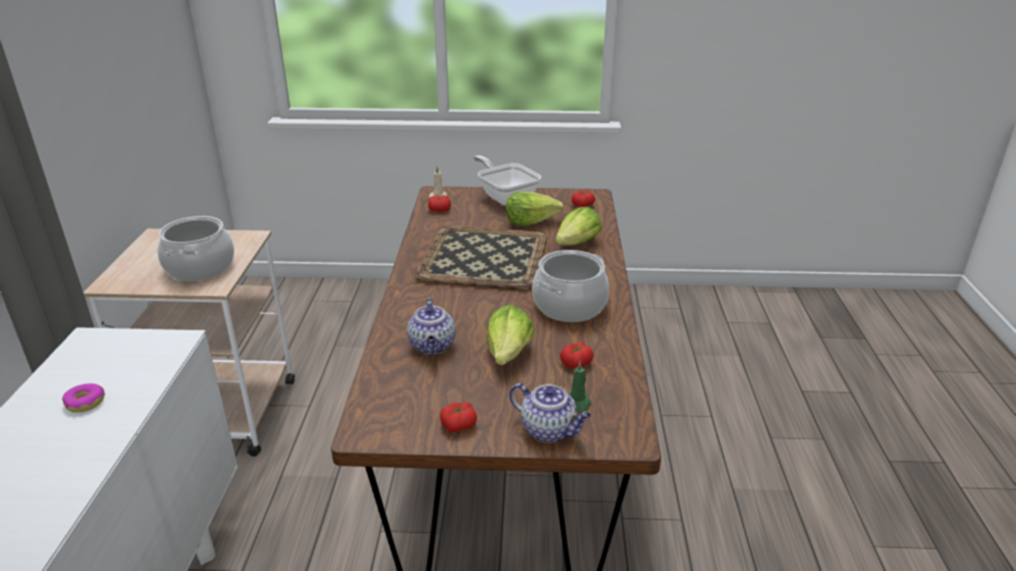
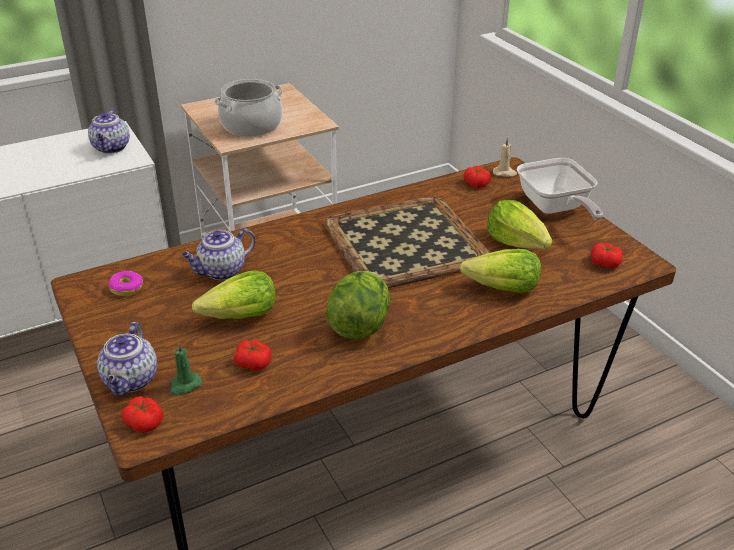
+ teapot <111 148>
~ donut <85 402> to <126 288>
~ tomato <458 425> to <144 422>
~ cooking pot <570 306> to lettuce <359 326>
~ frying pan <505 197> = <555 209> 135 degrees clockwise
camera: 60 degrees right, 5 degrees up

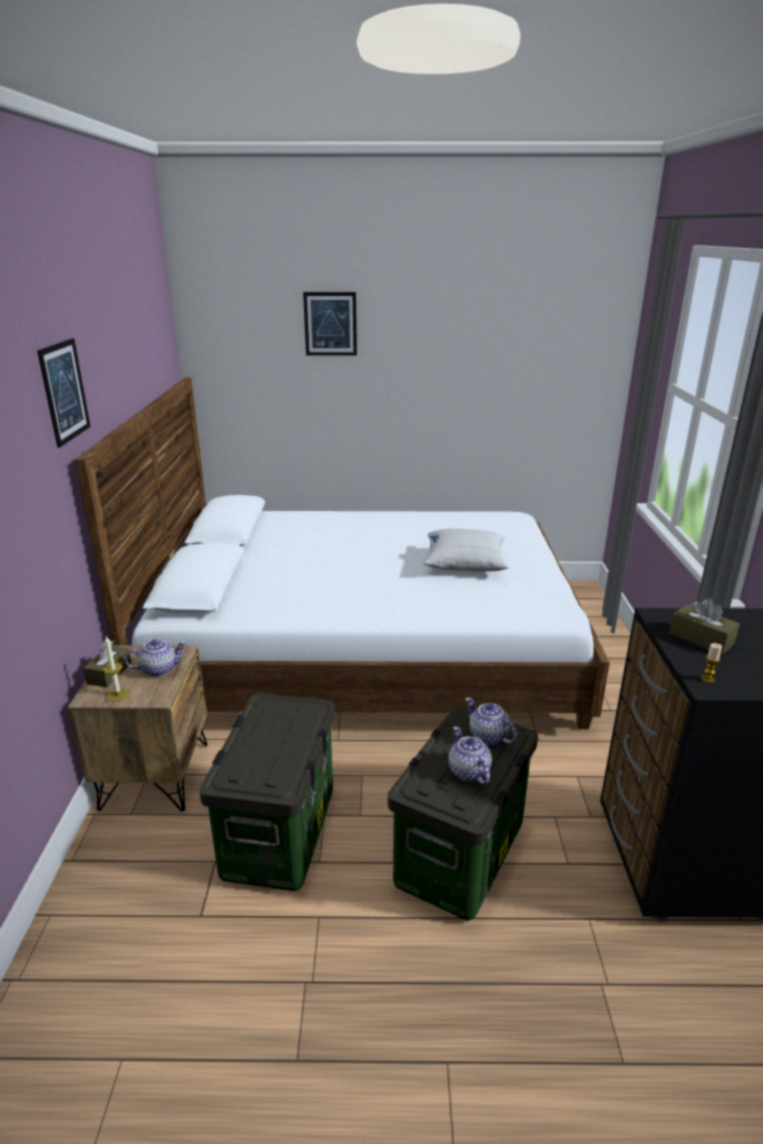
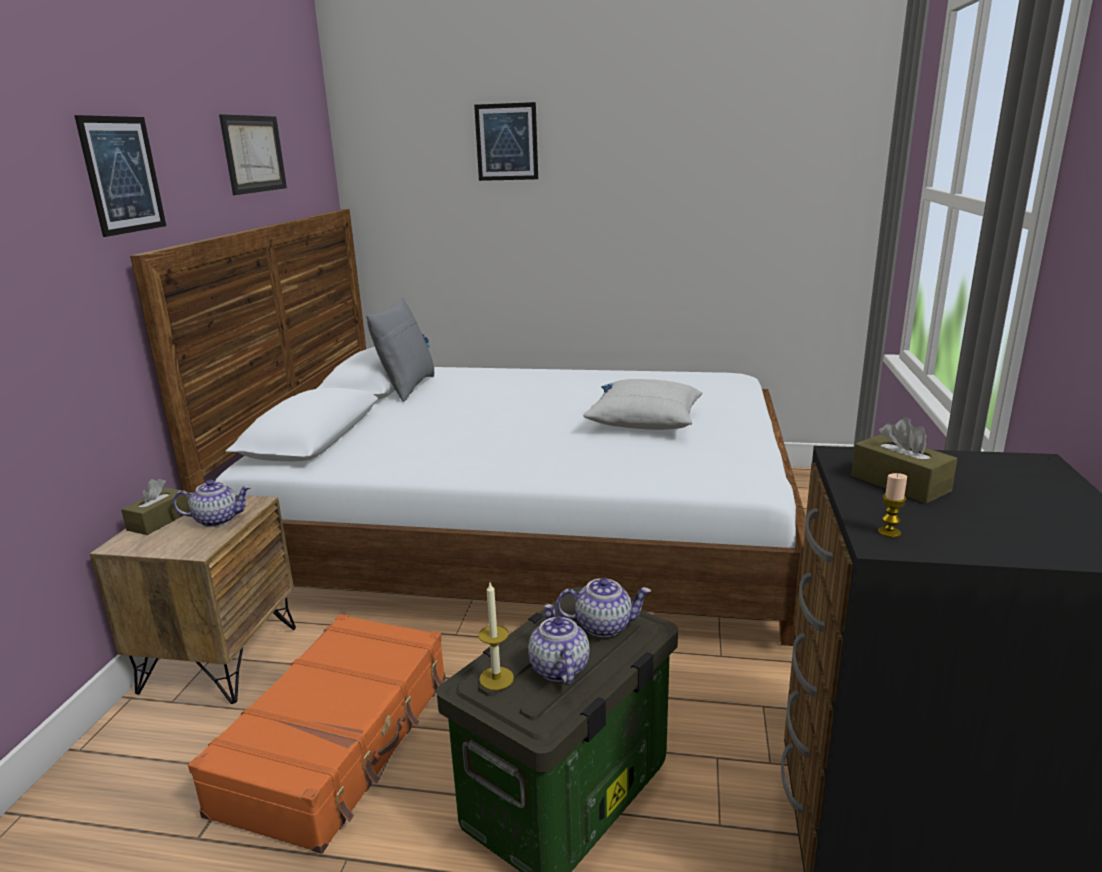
~ storage box <279 833> to suitcase (orange) <339 742>
+ picture <253 154>
+ pillow (grey) <407 388>
~ candle <118 695> to <496 678>
~ teapot <487 736> = <604 625> 120 degrees clockwise
camera: 10 degrees right, 5 degrees down

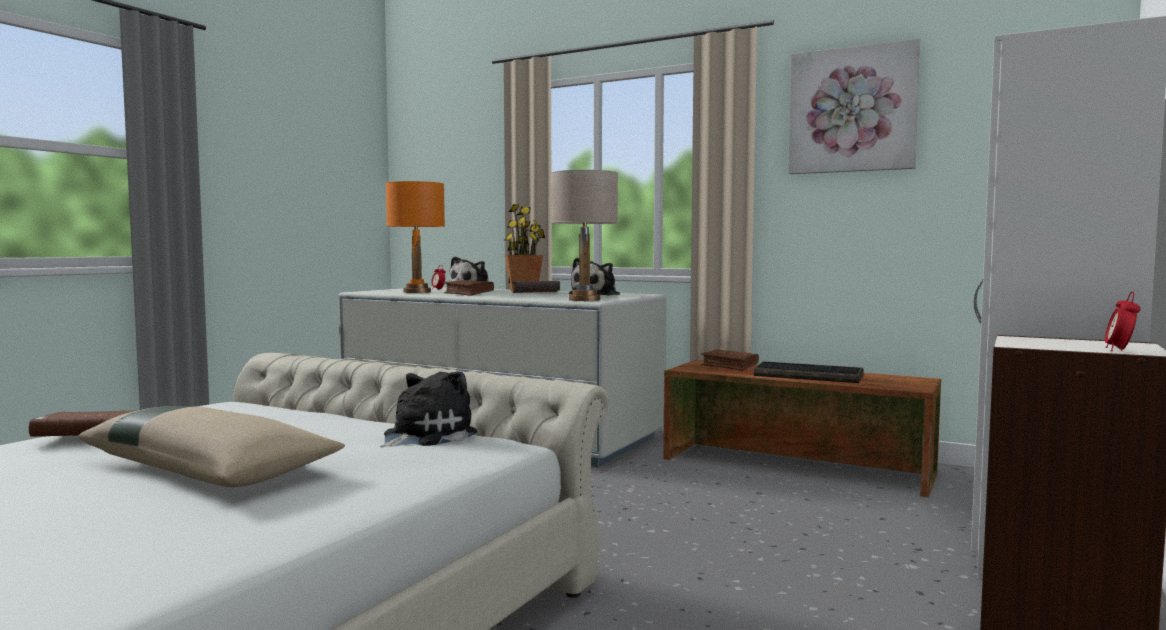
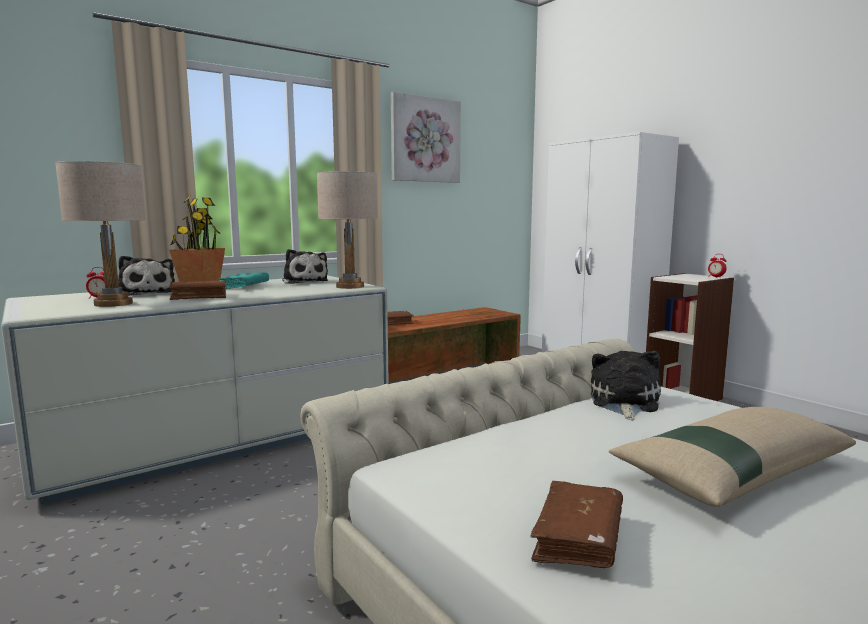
~ table lamp (orange) <417 292> to table lamp (beige) <114 304>
~ book (brown) <536 293> to book (turquoise) <244 287>
~ plush toy <424 436> = <623 403> 45 degrees clockwise
- keyboard <809 375>
camera: 65 degrees left, 5 degrees up

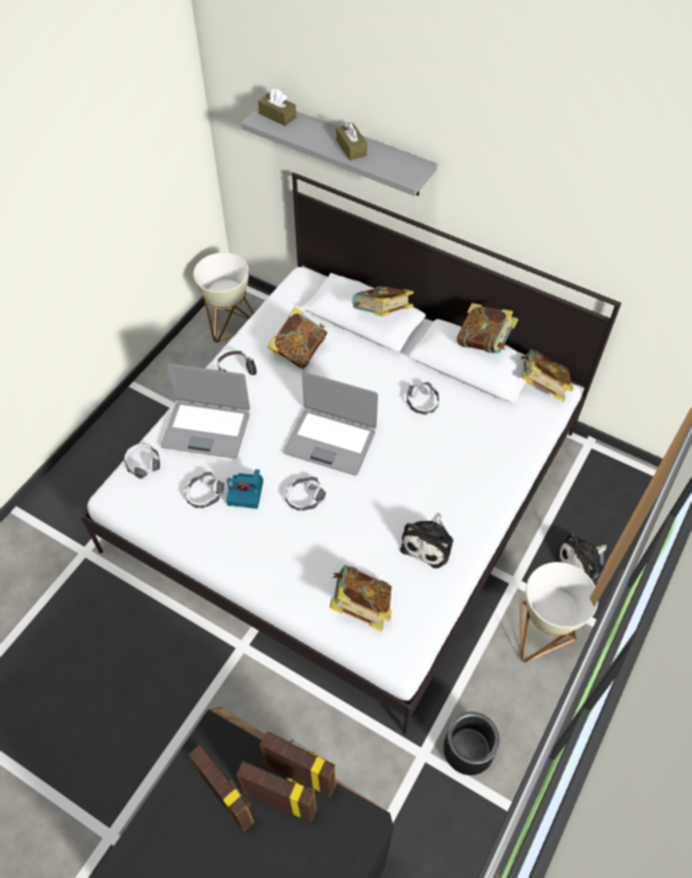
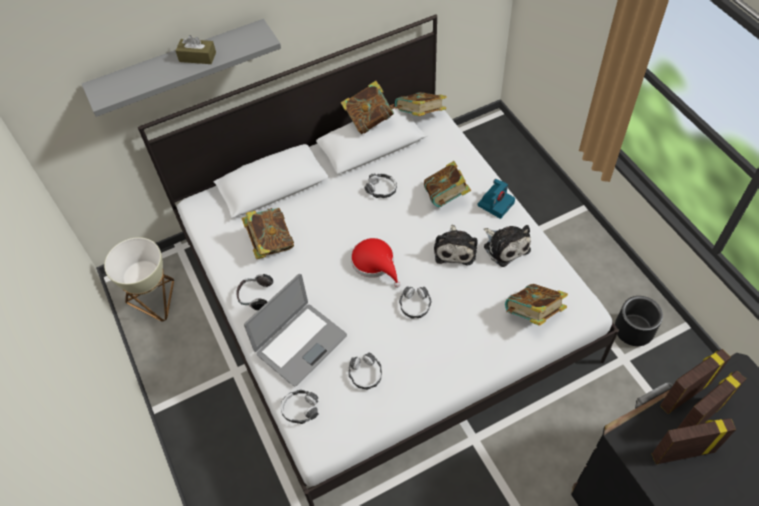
~ laptop <330 441> to hat (red) <375 263>
~ book <381 315> to <446 197>
~ plush toy <582 562> to <455 249>
~ photo camera <246 492> to <496 203>
- tissue box (brown) <277 115>
- planter <542 634>
camera: 55 degrees left, 0 degrees up

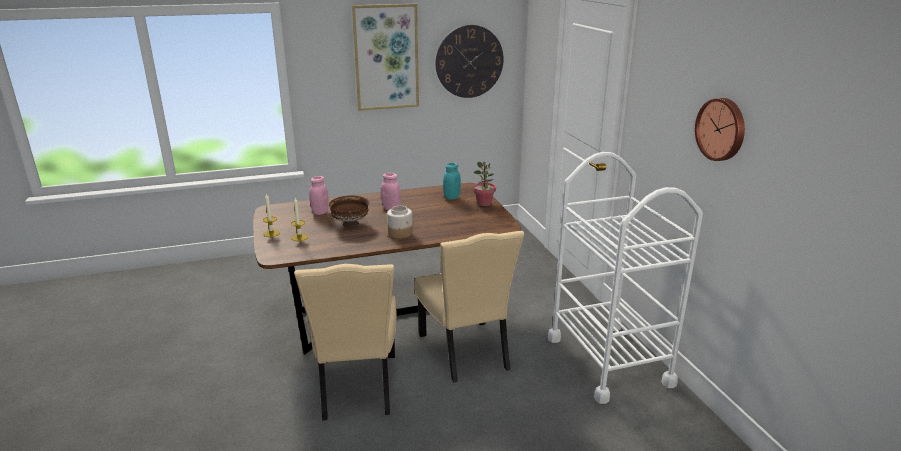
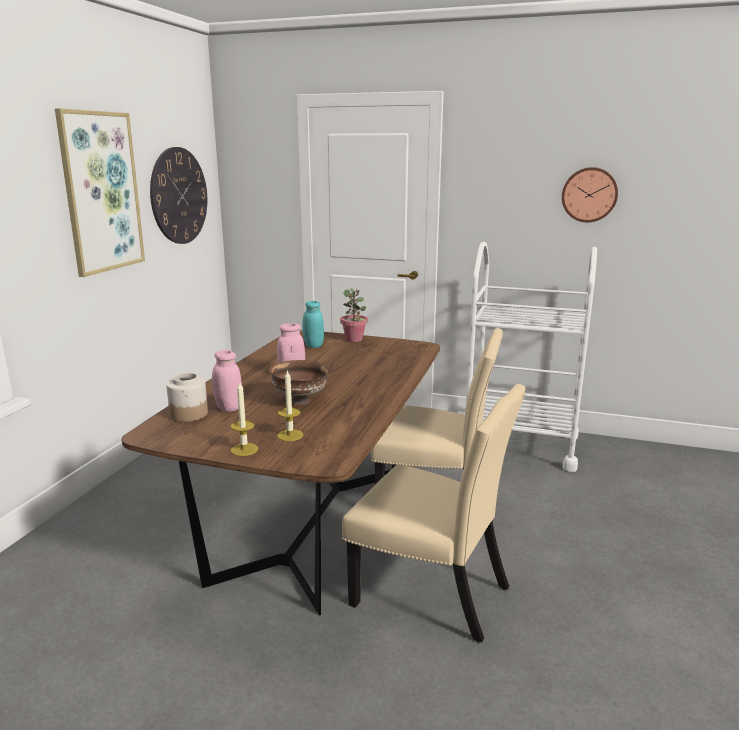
~ jar <400 233> to <189 414>
camera: 55 degrees left, 5 degrees down

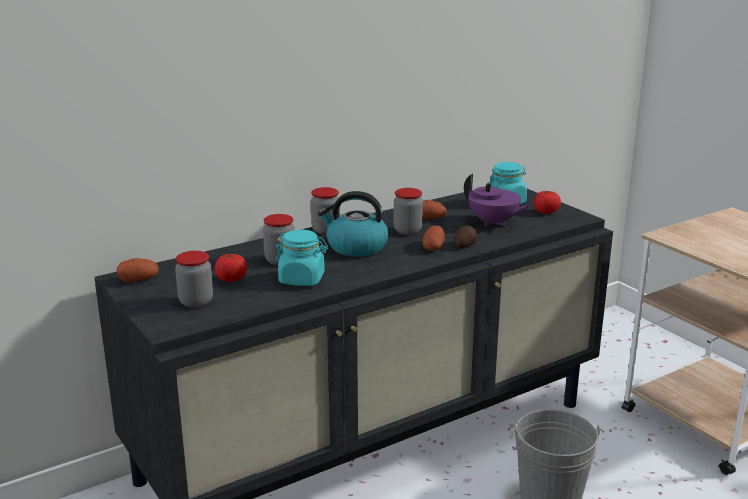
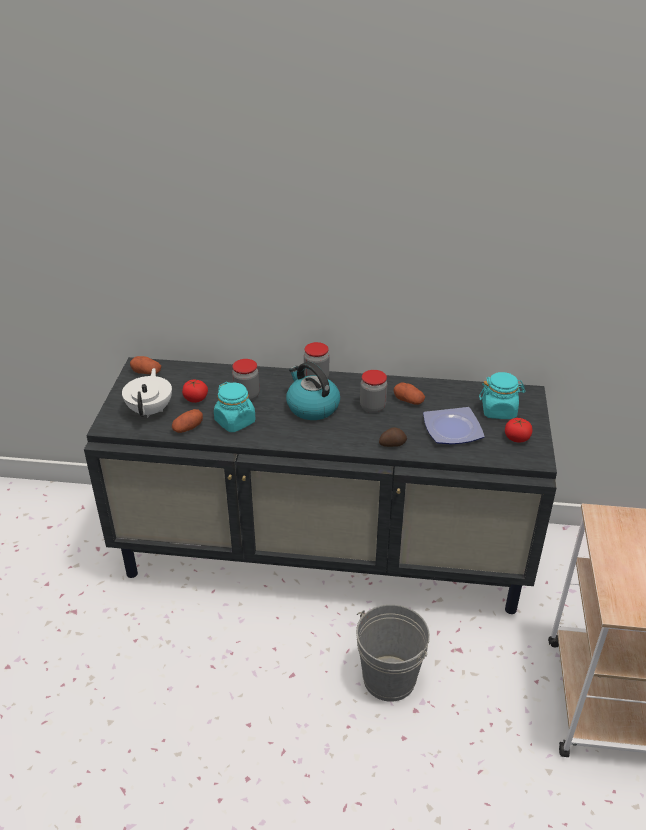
~ jar <196 302> to teapot (white) <150 410>
~ potato <433 247> to <188 428>
~ teapot (purple) <493 223> to plate <451 430>
camera: 40 degrees right, 15 degrees up

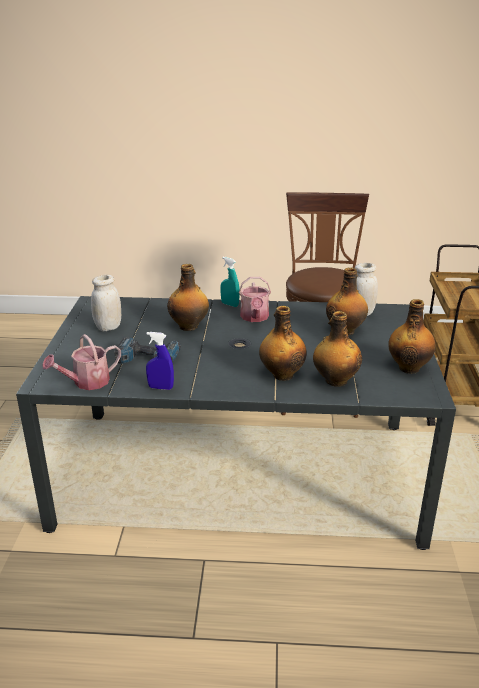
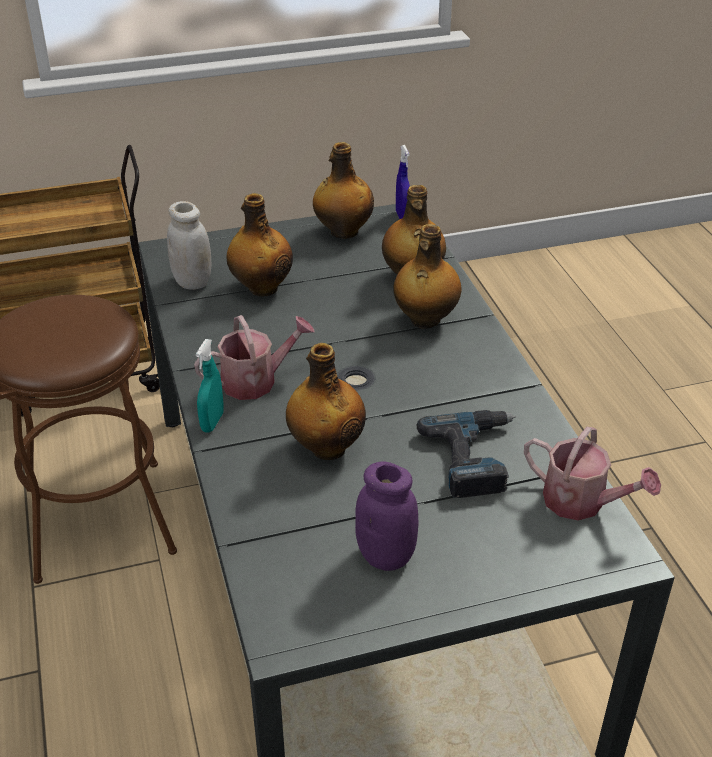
~ jar (white) <108 327> to jar (purple) <386 556>
~ spray bottle (blue) <160 388> to <402 217>
camera: 110 degrees left, 10 degrees up

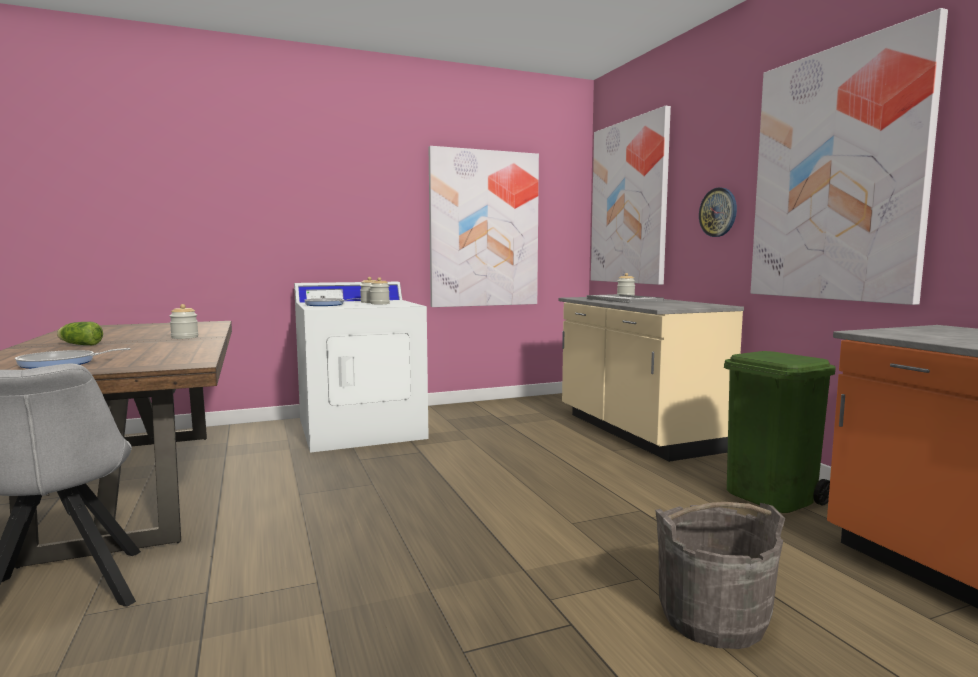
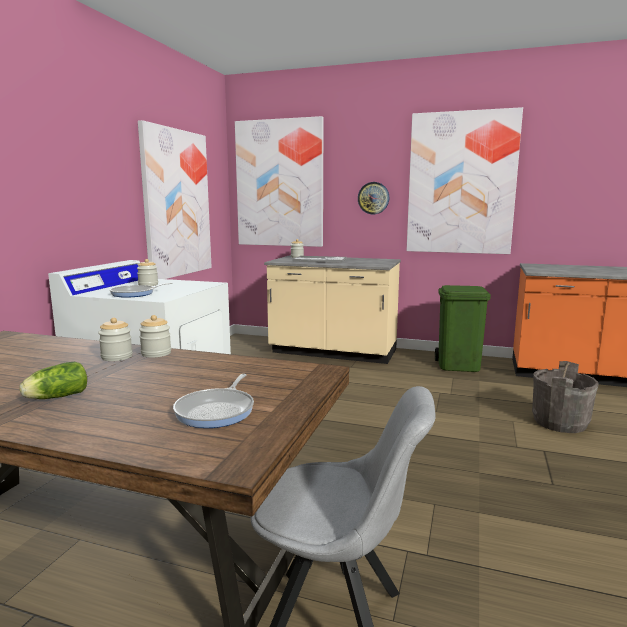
~ jar <379 303> to <156 353>
camera: 50 degrees left, 5 degrees up

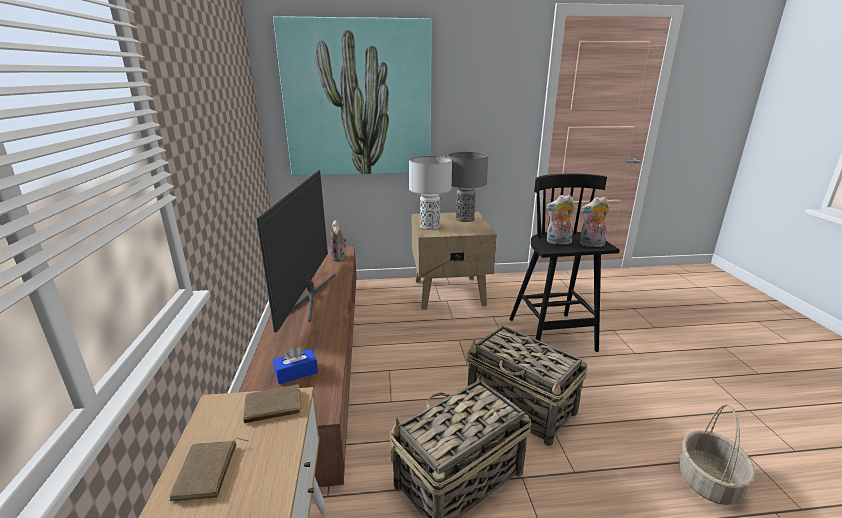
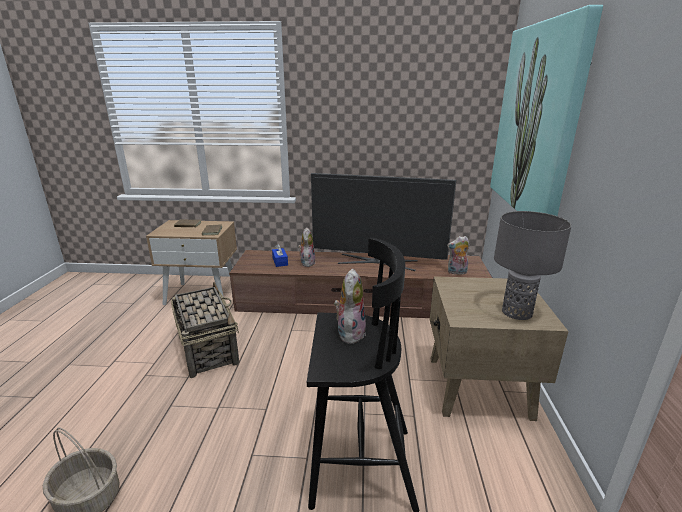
~ plush toy <591 245> to <307 262>
- table lamp (white) <430 226>
- basket <521 406>
camera: 100 degrees right, 0 degrees up

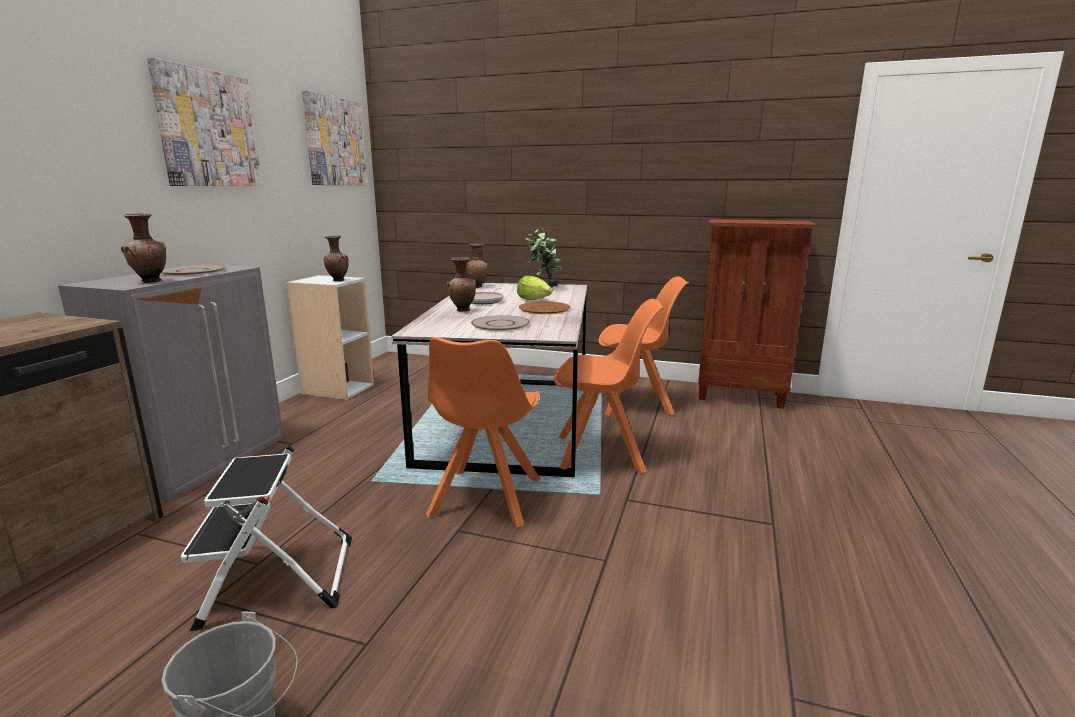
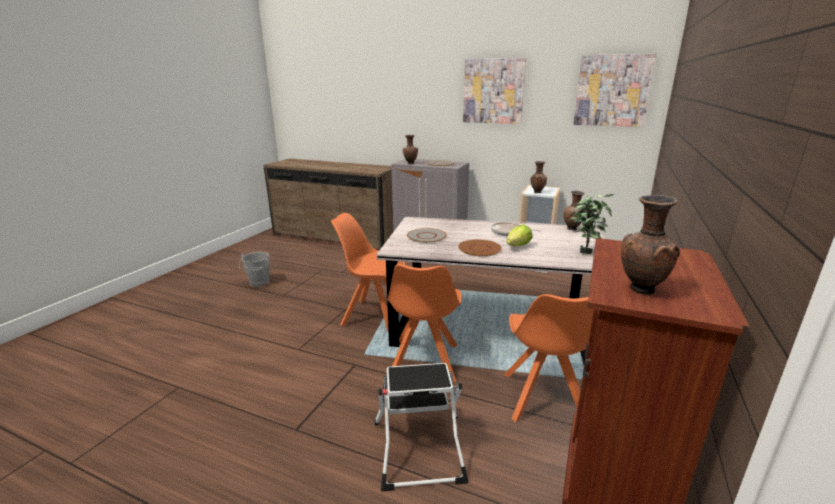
~ step ladder <277 577> to <419 447>
~ vase (brown) <462 311> to <640 289>
camera: 95 degrees right, 5 degrees up

